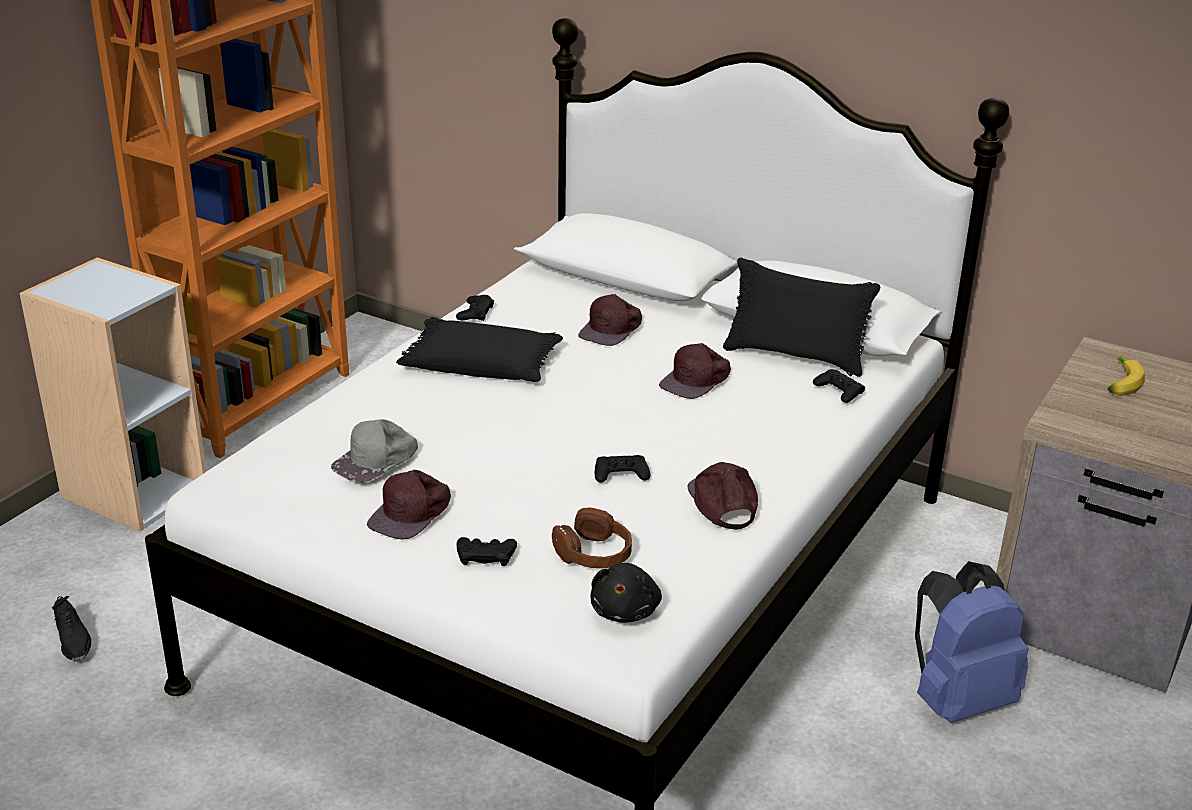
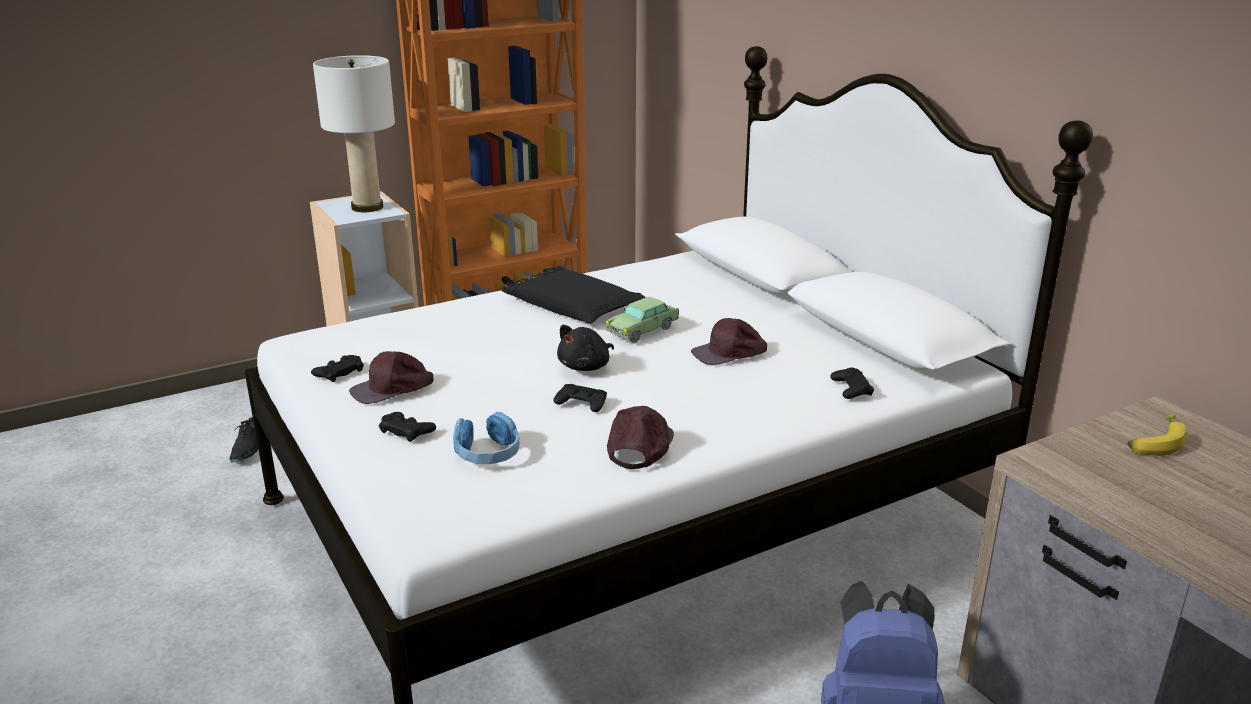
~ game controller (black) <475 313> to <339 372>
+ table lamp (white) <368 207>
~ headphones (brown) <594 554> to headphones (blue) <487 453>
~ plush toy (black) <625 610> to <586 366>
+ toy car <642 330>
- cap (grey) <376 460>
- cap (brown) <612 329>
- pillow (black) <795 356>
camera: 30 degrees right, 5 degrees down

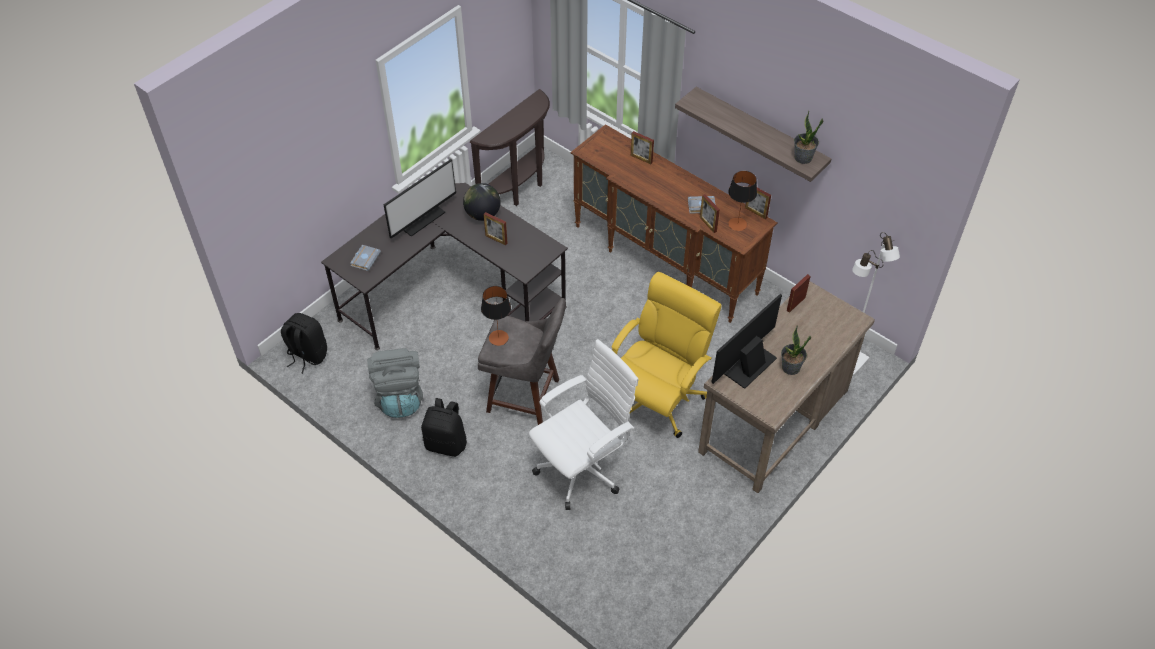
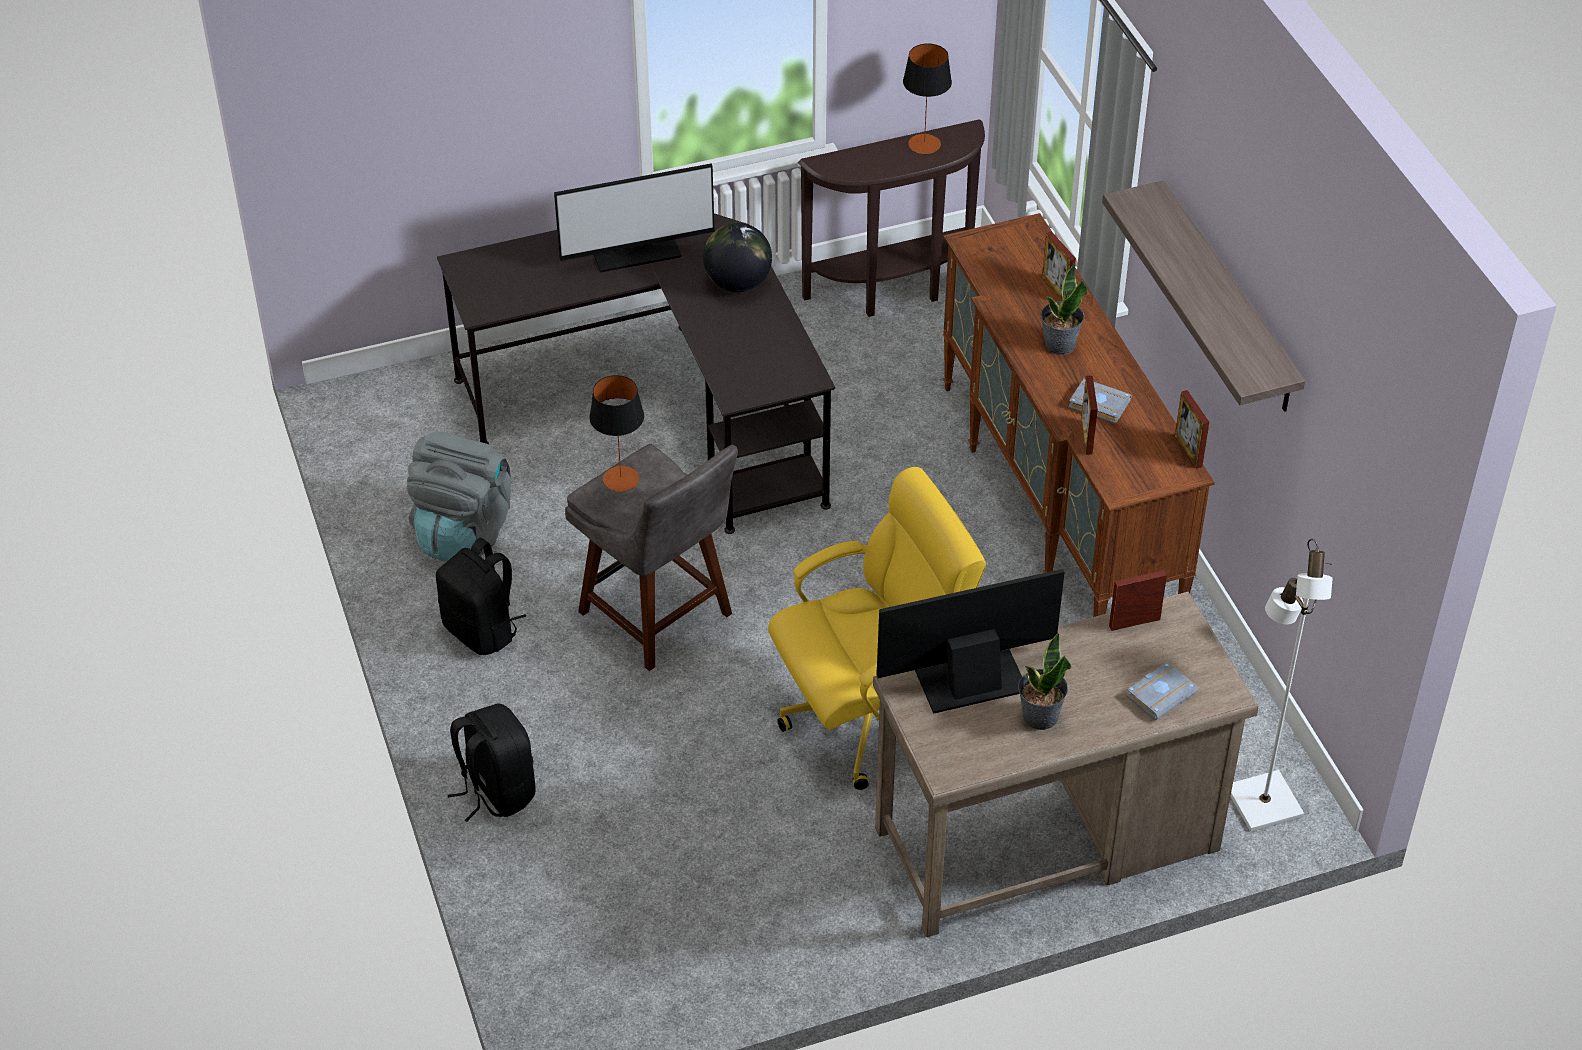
~ backpack (black) <307 355> to <496 791>
~ table lamp <737 224> to <924 144>
~ potted plant <803 158> to <1059 344>
~ book (grey) <365 259> to <1160 693>
- picture frame <496 239>
- office chair (white) <583 469>
camera: 30 degrees right, 5 degrees down

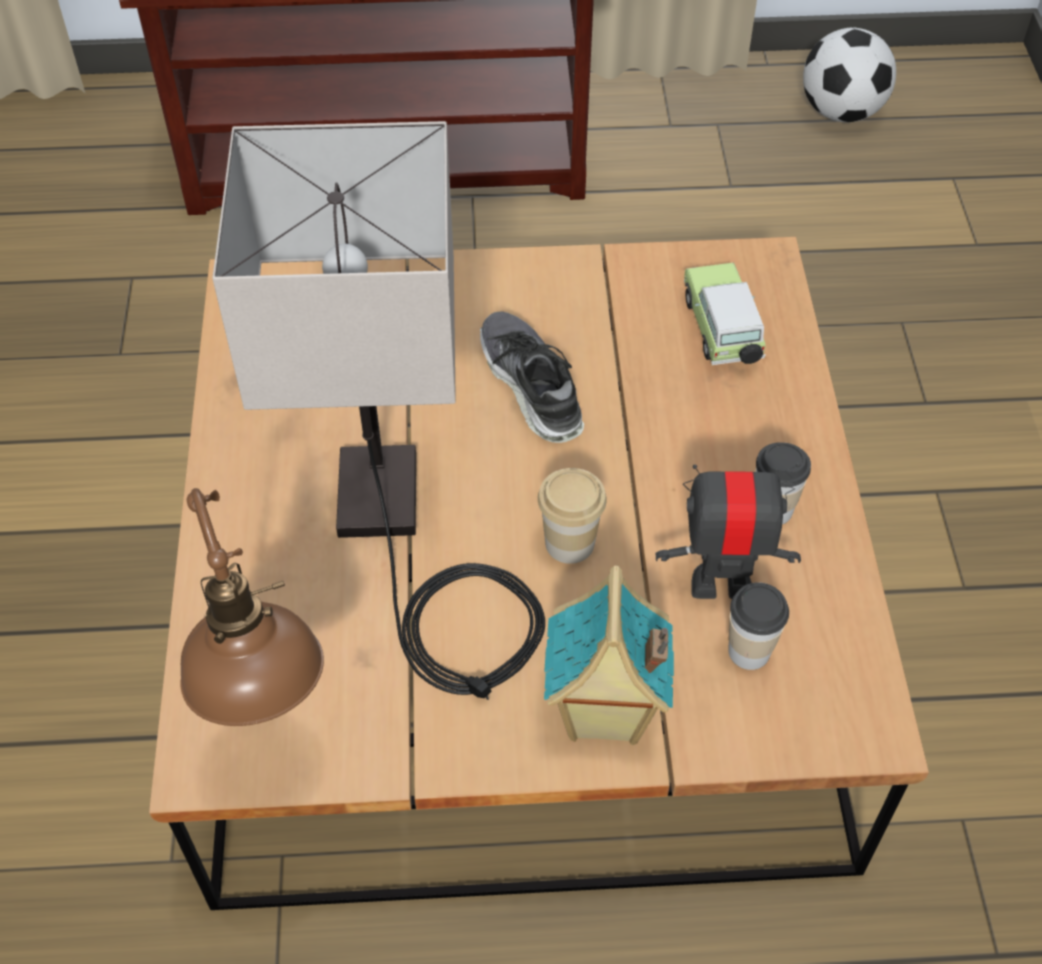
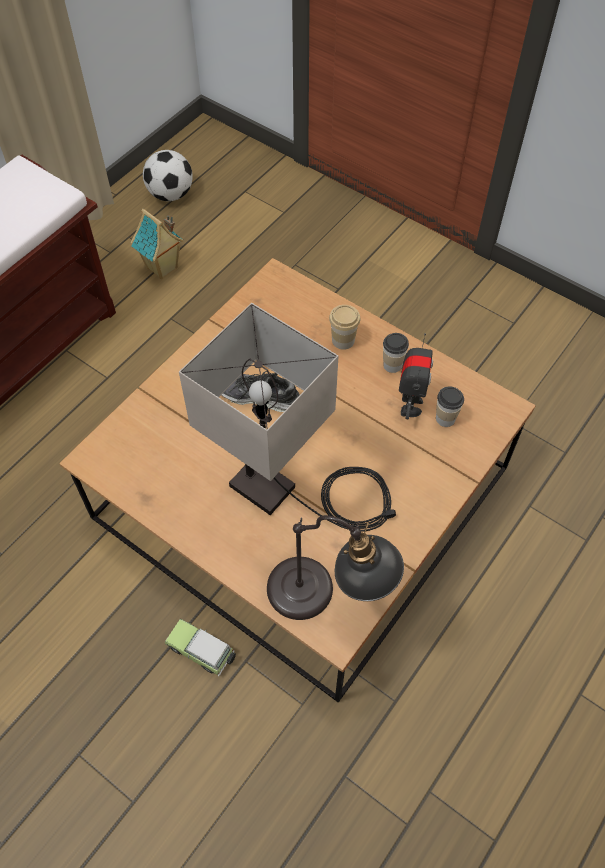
~ toy house <602 715> to <162 268>
~ toy car <722 332> to <202 652>
~ table lamp (brown) <264 706> to table lamp (grey) <328 595>
~ cup <569 543> to <343 340>
~ toy robot <721 584> = <410 405> 150 degrees clockwise
camera: 50 degrees left, 5 degrees up

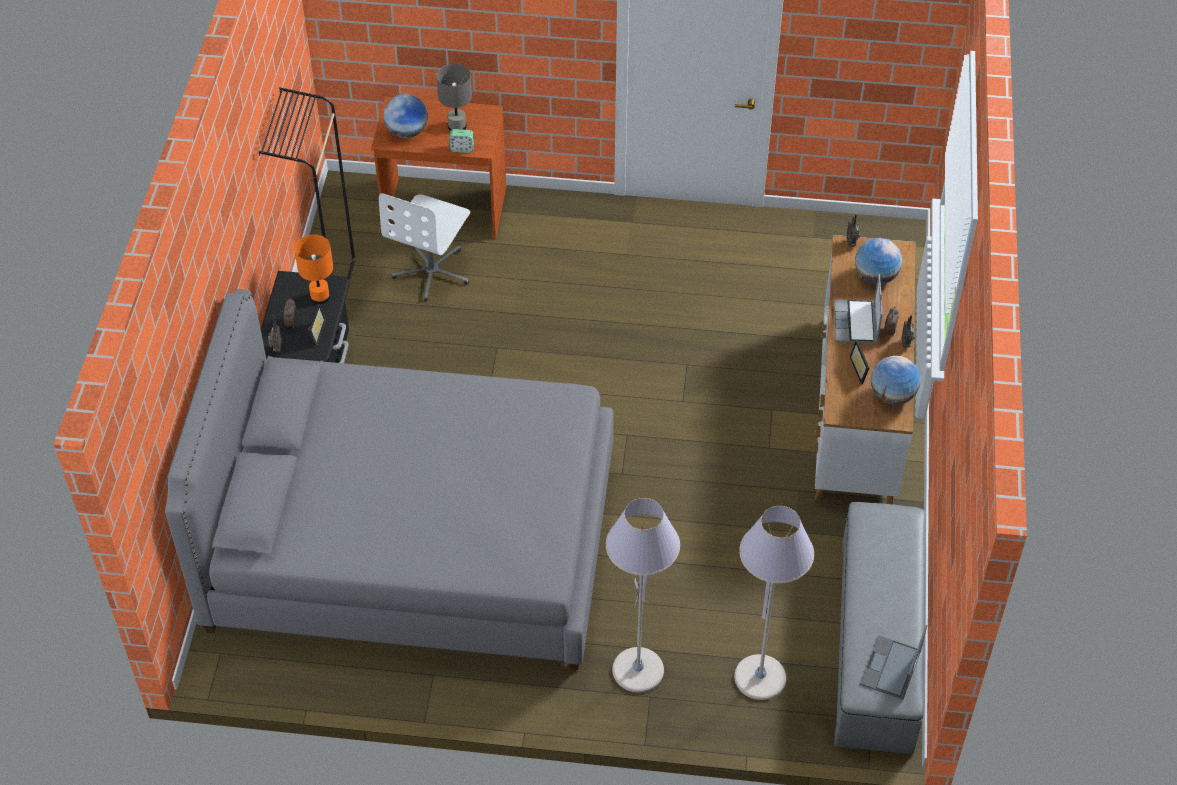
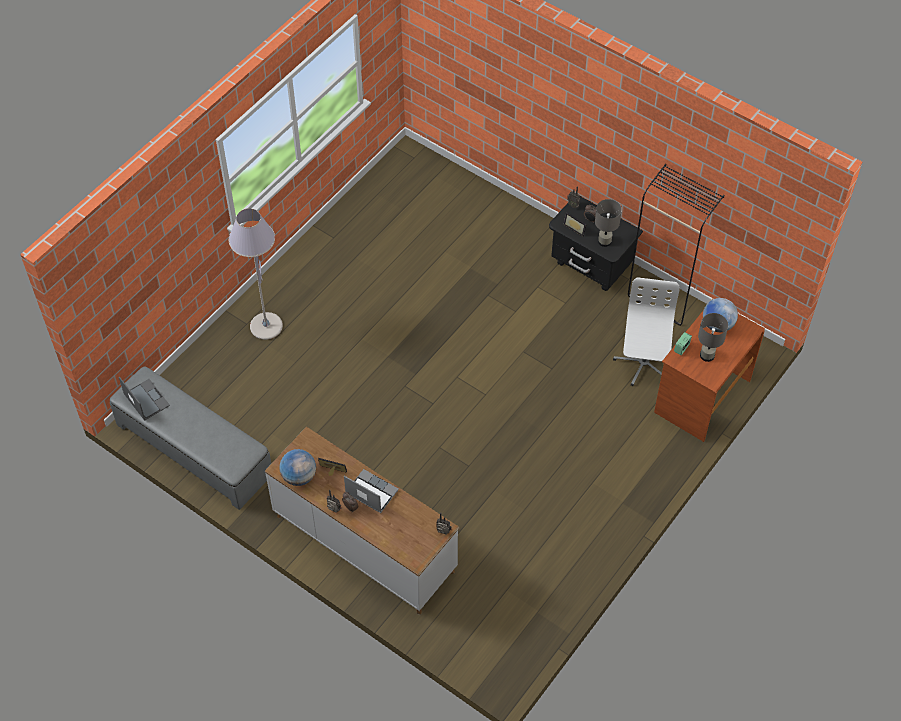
~ table lamp (orange) <319 296> to table lamp (grey) <605 241>
~ office chair (white) <432 272> = <643 363> 45 degrees clockwise
- bed (grey) <413 541>
- floor lamp (grey) <760 678>
- globe <875 277>
camera: 120 degrees right, 5 degrees up

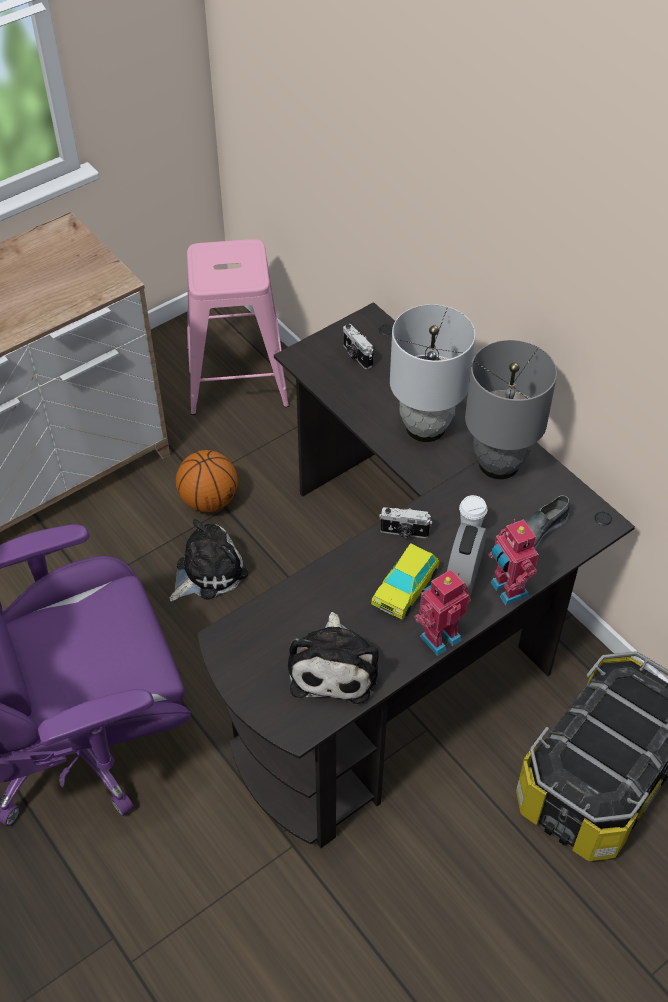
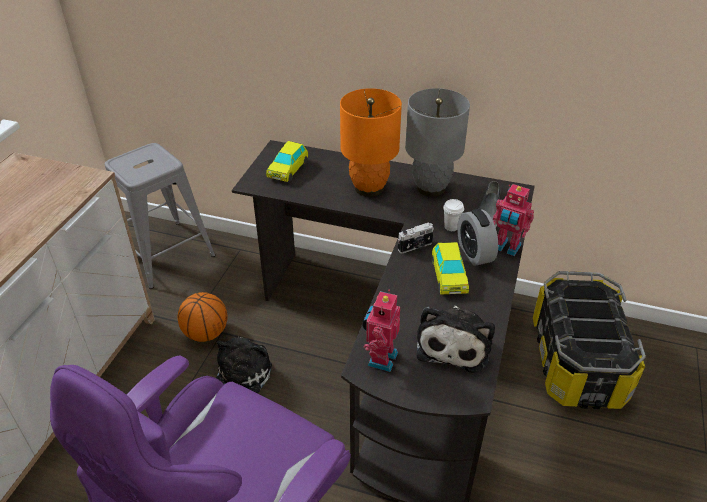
~ stool (pink) <236 377> to stool (grey) <165 254>
~ photo camera <356 356> to toy car <288 169>
~ table lamp (white) <425 427> to table lamp (orange) <369 188>
~ toy robot <438 636> to <380 358>
~ plush toy <334 666> = <454 343> 45 degrees clockwise
camera: 35 degrees left, 10 degrees down

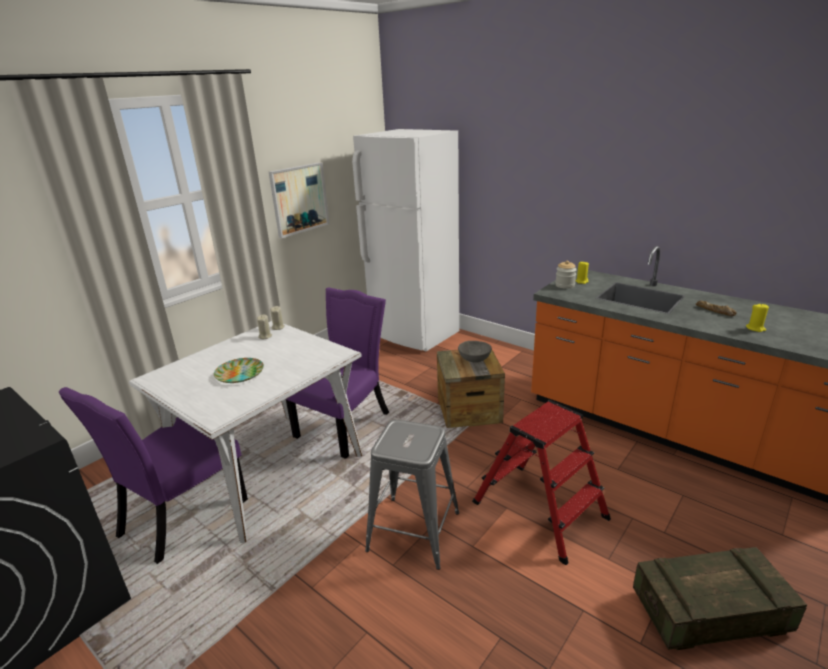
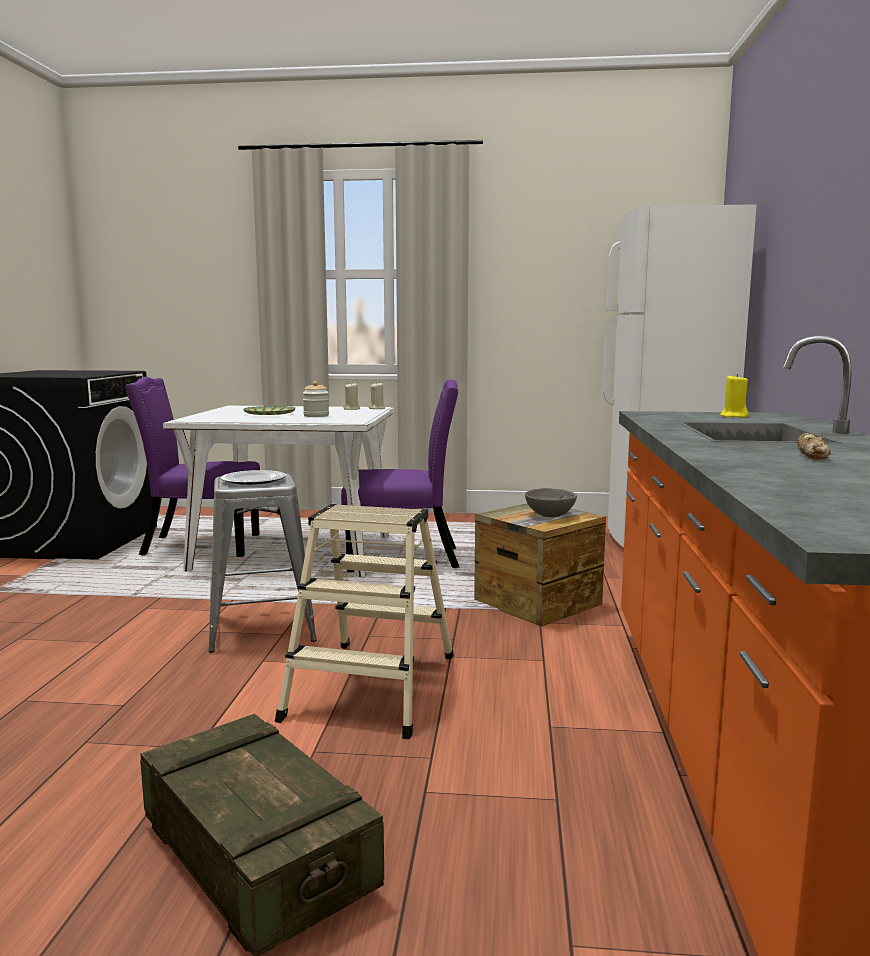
+ plate <254 480>
~ step ladder (red) <539 510> to step ladder (beige) <372 685>
~ jar <565 285> to <316 416>
- picture <299 199>
- candle (yellow) <755 328>
camera: 55 degrees right, 15 degrees down

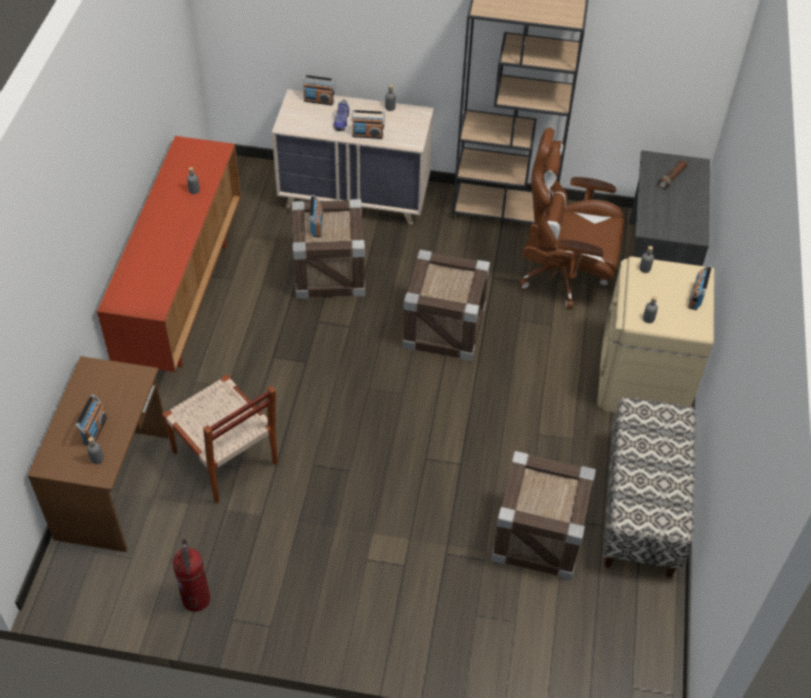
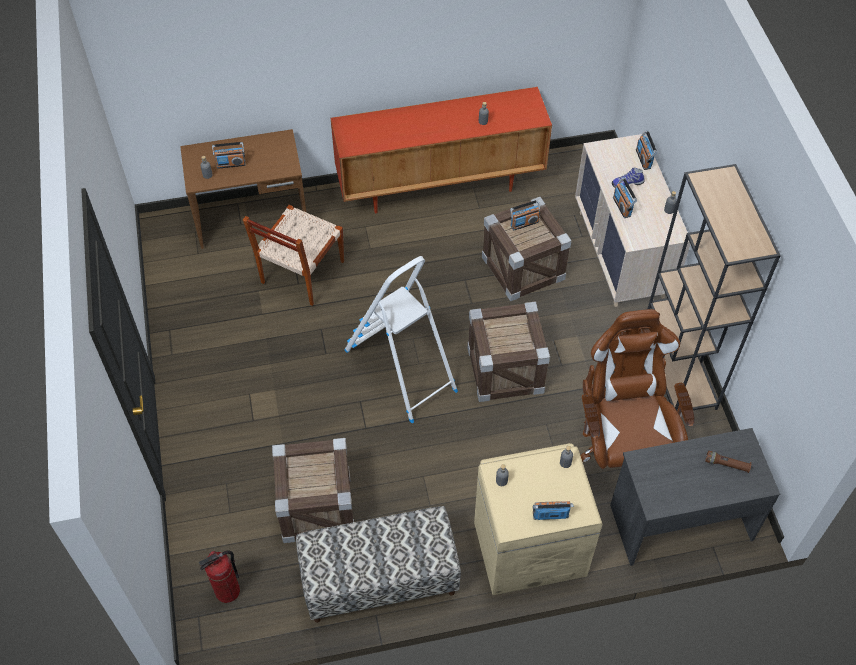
~ fire extinguisher <196 599> to <227 591>
+ step ladder (white) <399 369>
camera: 70 degrees right, 5 degrees up

